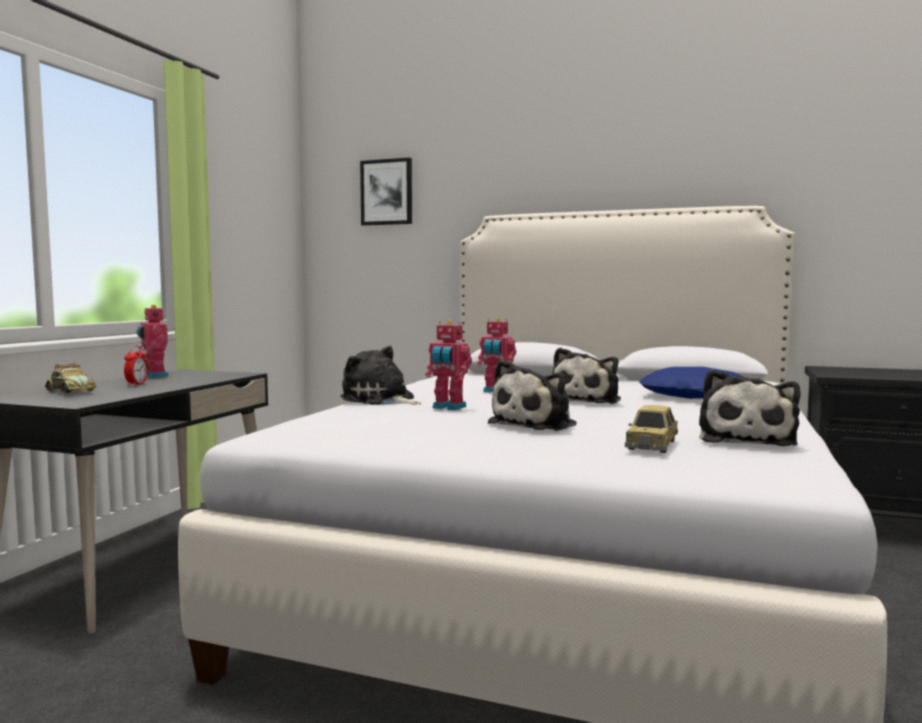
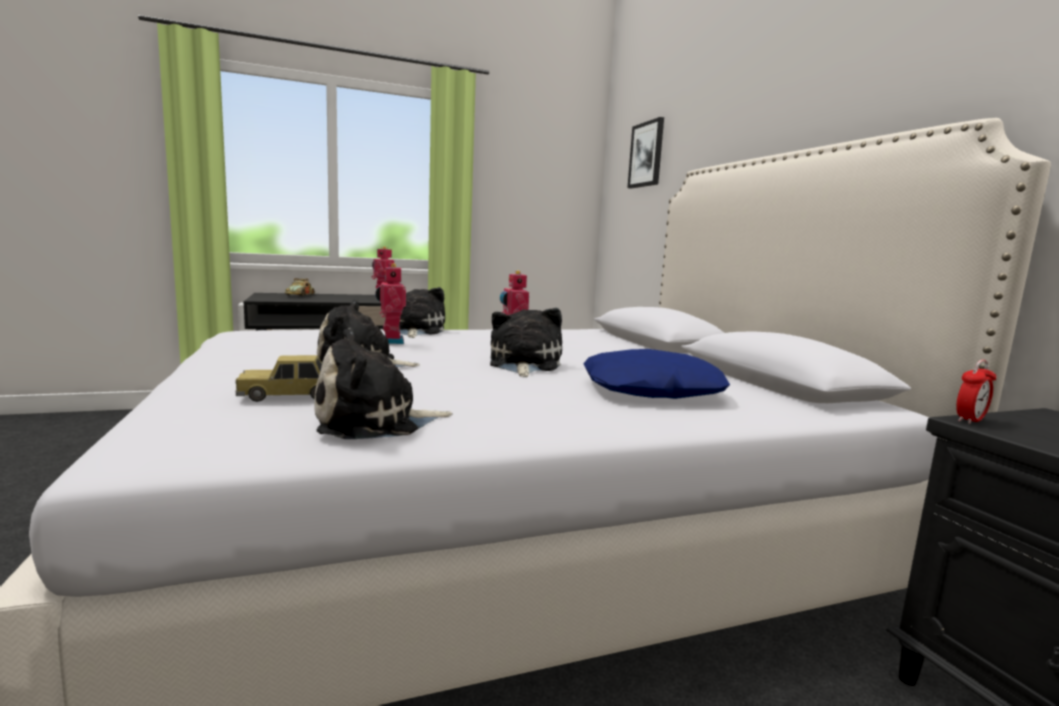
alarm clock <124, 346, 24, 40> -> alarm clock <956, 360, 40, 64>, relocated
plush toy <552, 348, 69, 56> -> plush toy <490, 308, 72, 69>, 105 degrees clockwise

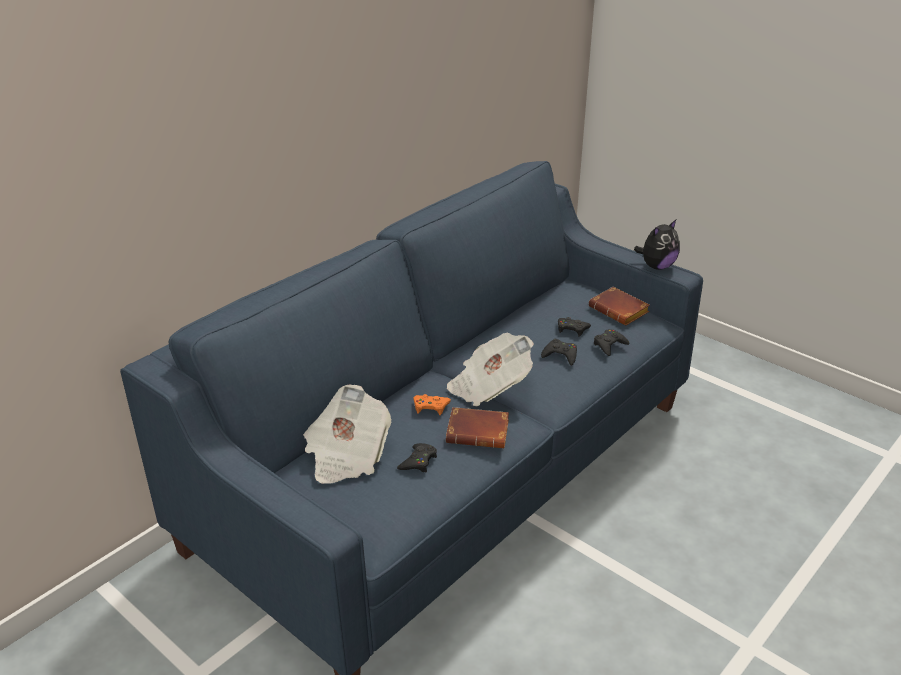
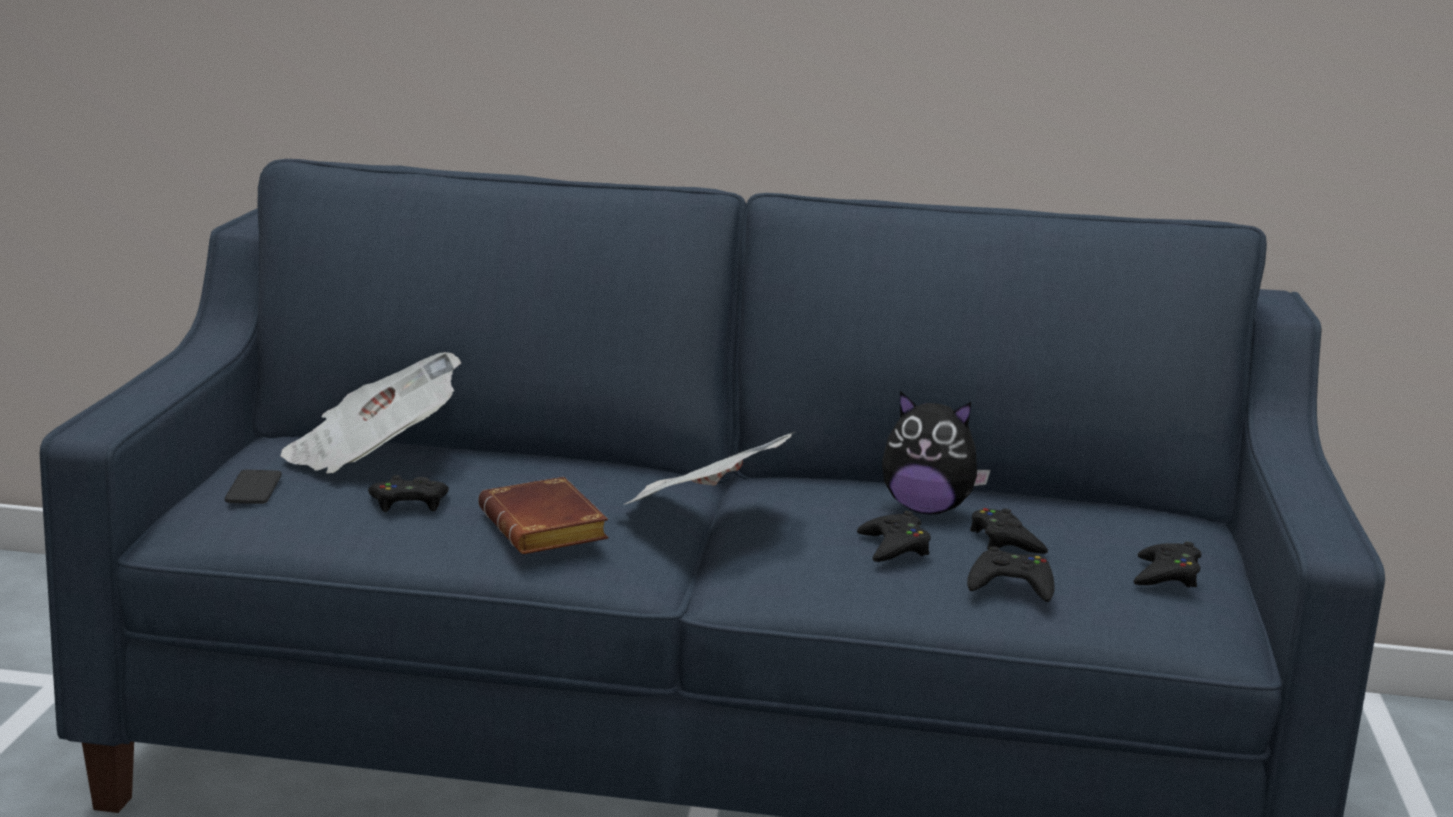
orange game controller <414, 394, 37, 21> -> none
brown book <589, 287, 61, 39> -> black game controller <1133, 542, 68, 46>
plush toy <634, 220, 46, 50> -> plush toy <882, 391, 109, 123>, relocated
none -> phone <225, 470, 57, 34>

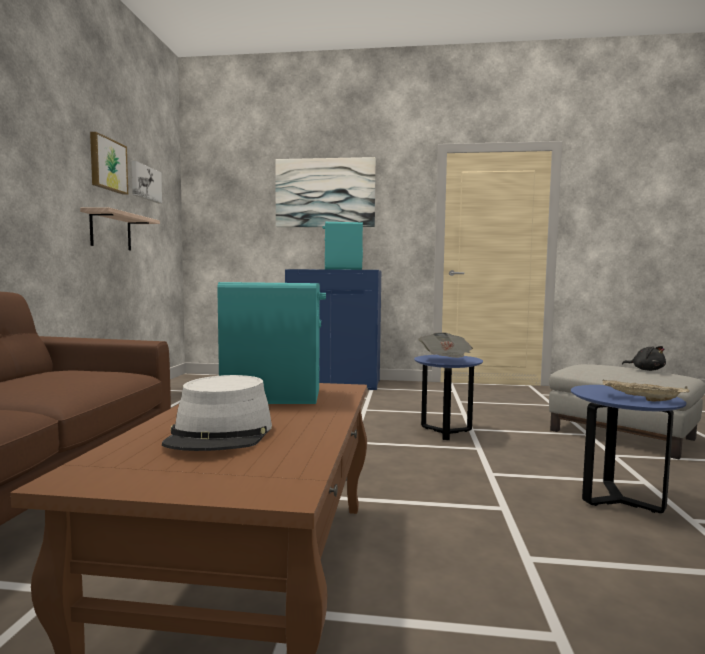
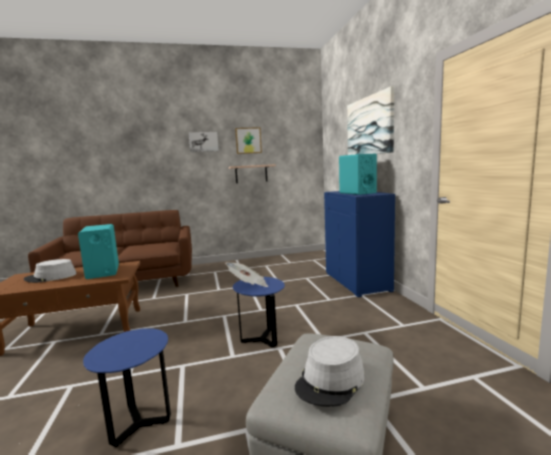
picture <131, 161, 31, 42> -> picture <189, 132, 30, 20>, relocated
beige tray <603, 379, 86, 22> -> none
black plush toy <622, 346, 44, 25> -> grey hat <295, 336, 70, 71>

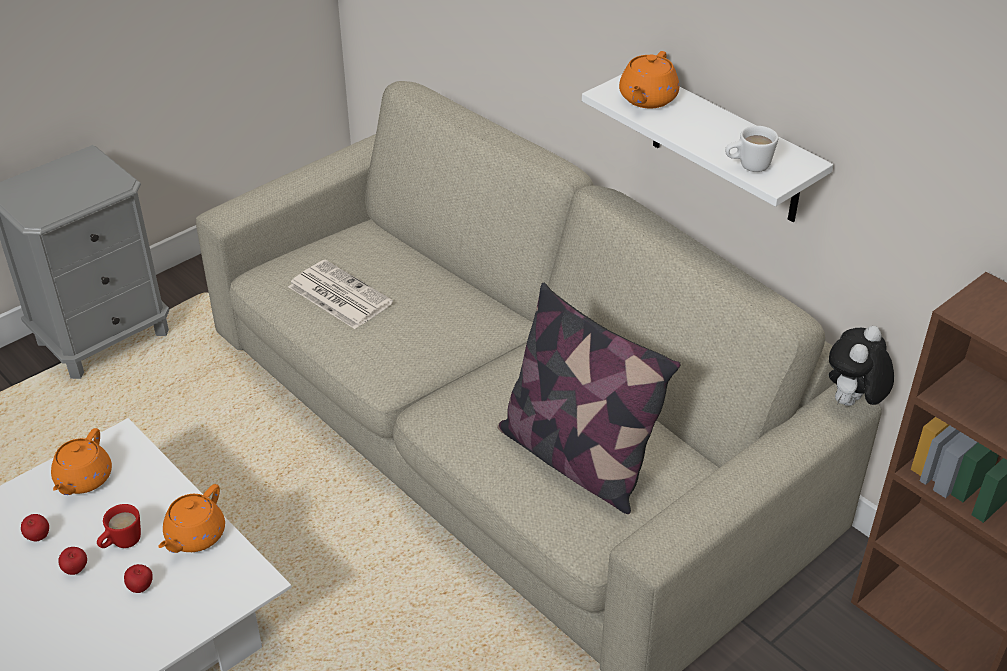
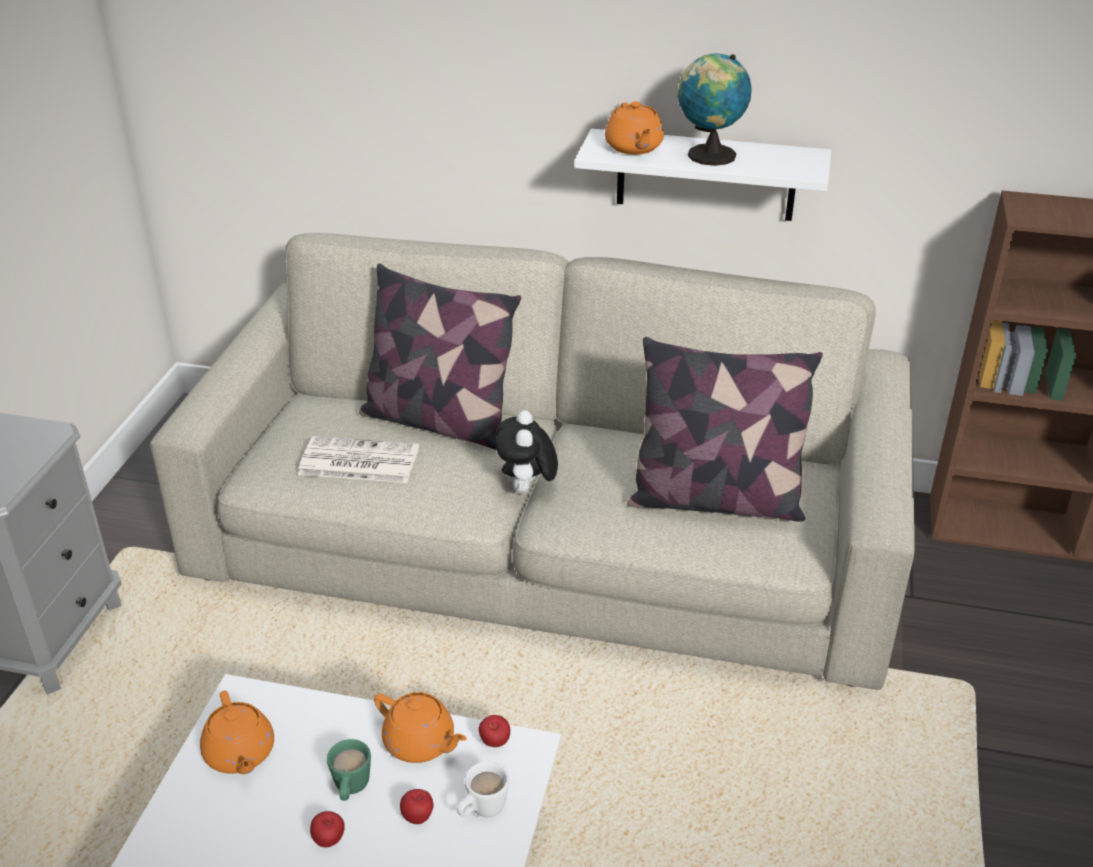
apple <21, 514, 28, 27> -> apple <478, 715, 32, 32>, relocated
red mug <97, 504, 44, 44> -> green mug <327, 739, 44, 62>
orange teapot <158, 484, 67, 69> -> orange teapot <374, 692, 93, 71>, 45 degrees counterclockwise
white mug <725, 126, 53, 46> -> white mug <457, 761, 52, 56>, relocated
plush toy <829, 326, 65, 80> -> plush toy <496, 410, 62, 84>, relocated
none -> pillow <359, 263, 162, 187>
none -> globe <678, 53, 74, 113>

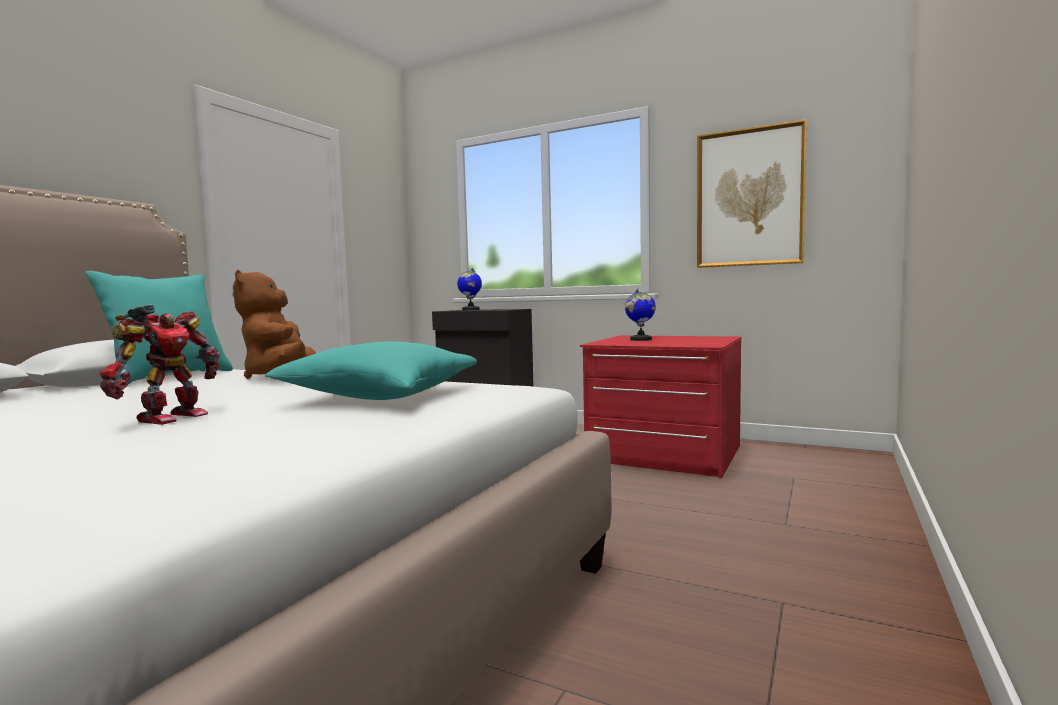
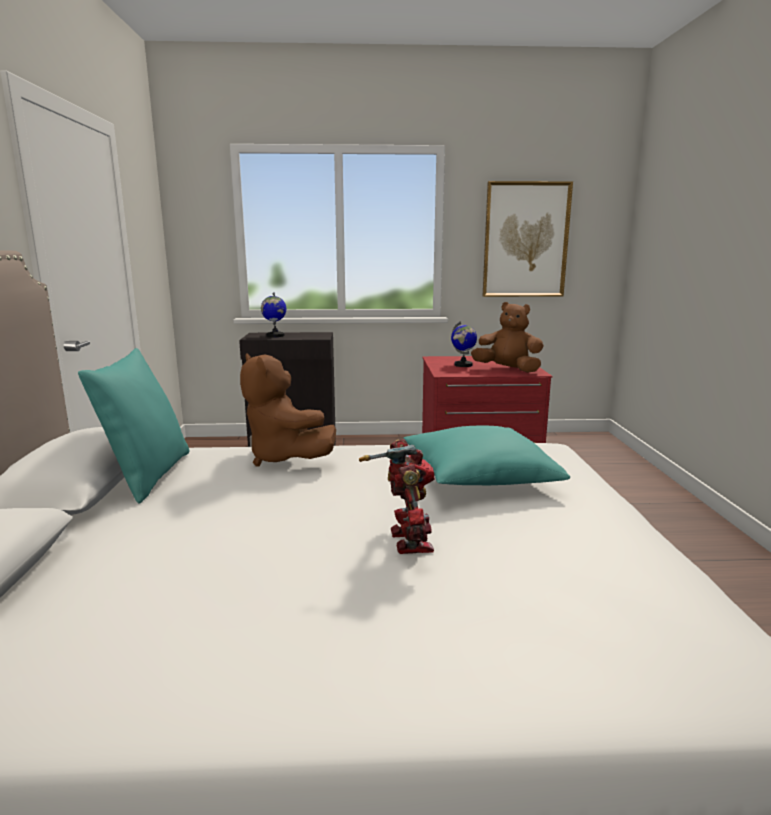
none -> brown plush toy <471, 302, 73, 71>

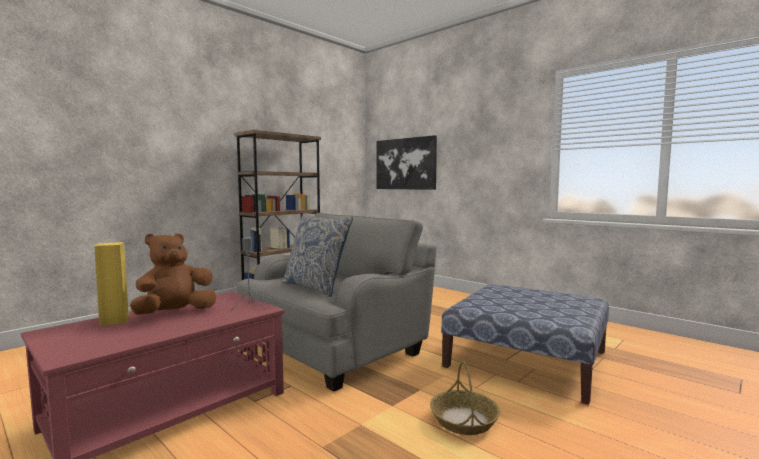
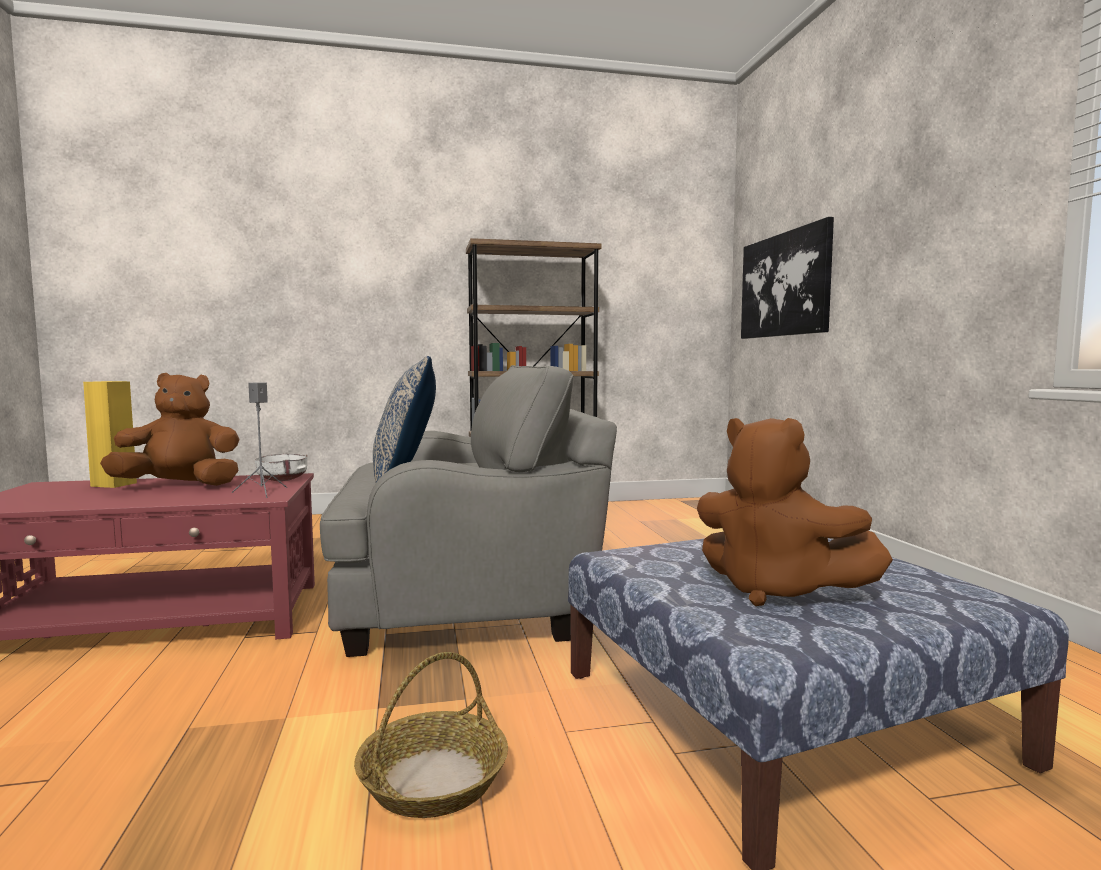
none -> white bowl <255, 454, 52, 27>
none -> brown plush toy <697, 418, 196, 188>

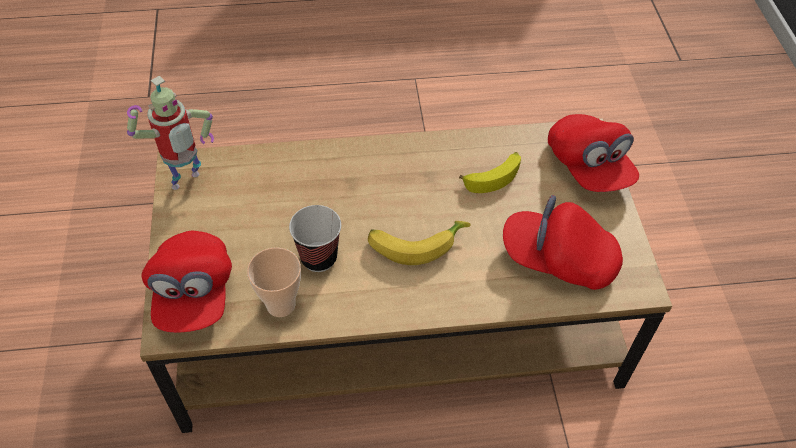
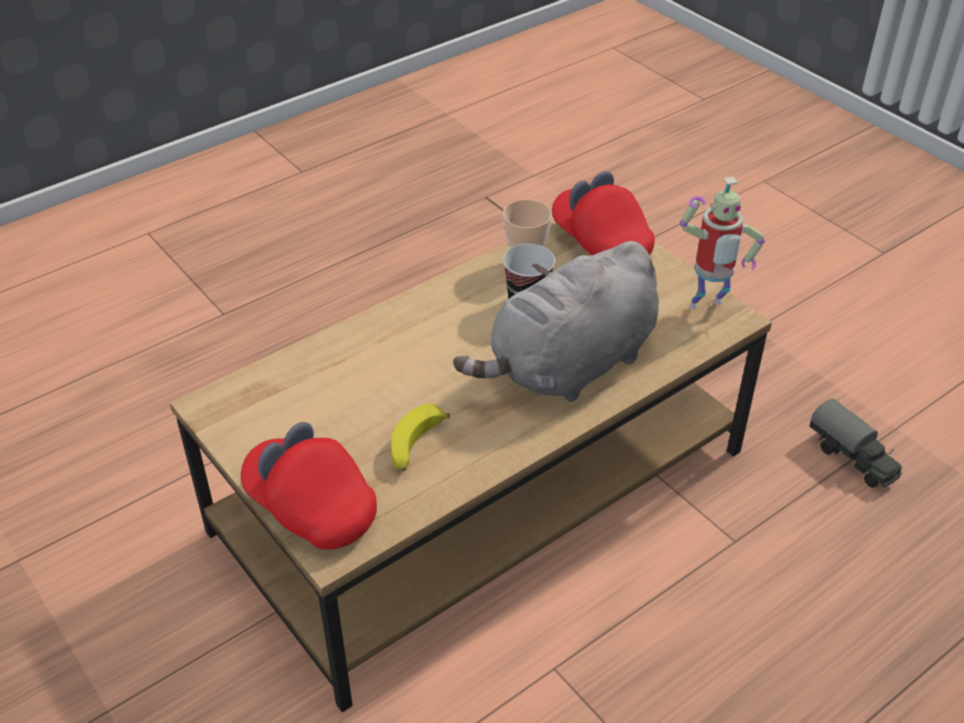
toy robot <127, 76, 87, 114> -> toy robot <680, 177, 85, 132>, 120 degrees counterclockwise
banana <368, 221, 103, 44> -> none
red cap <503, 195, 120, 95> -> none
none -> grey plush toy <453, 241, 206, 161>
none -> toy truck <809, 399, 93, 89>

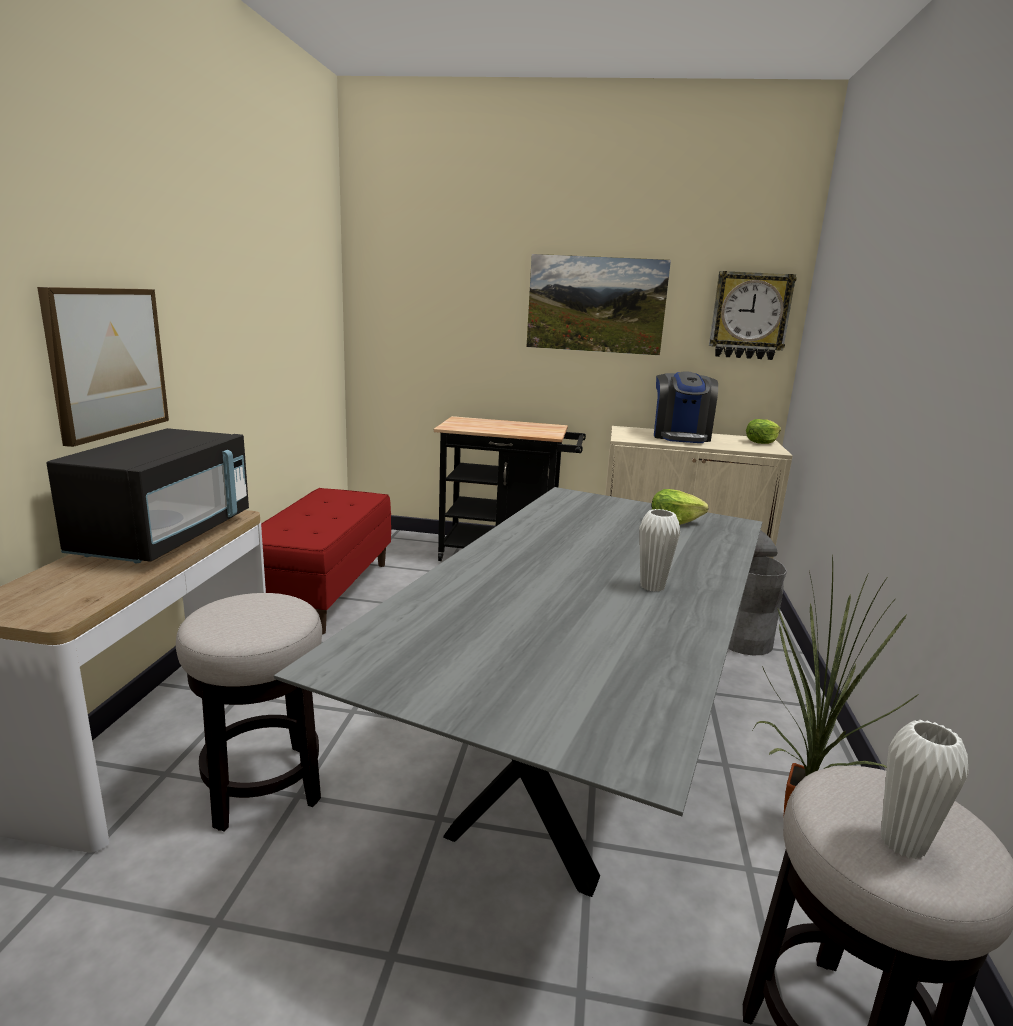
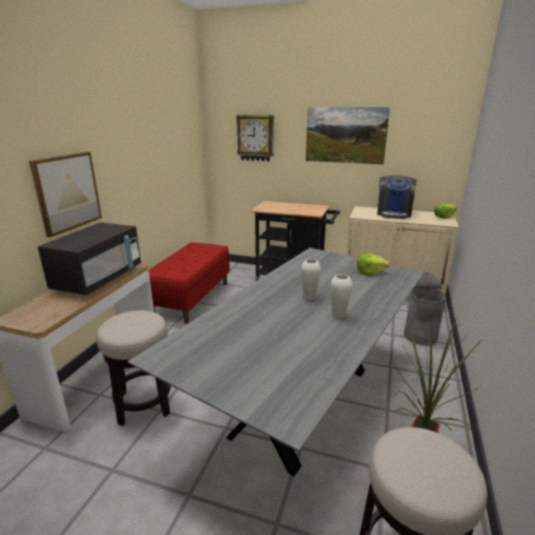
wall clock <709, 271, 88, 89> -> wall clock <236, 115, 38, 46>, relocated
white vase <881, 720, 88, 139> -> white vase <301, 259, 20, 41>, relocated

